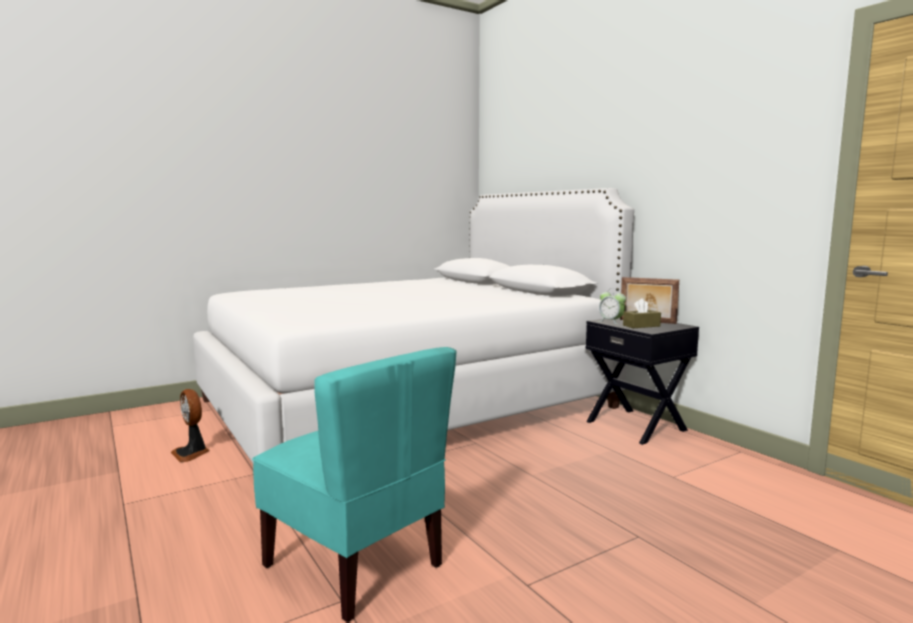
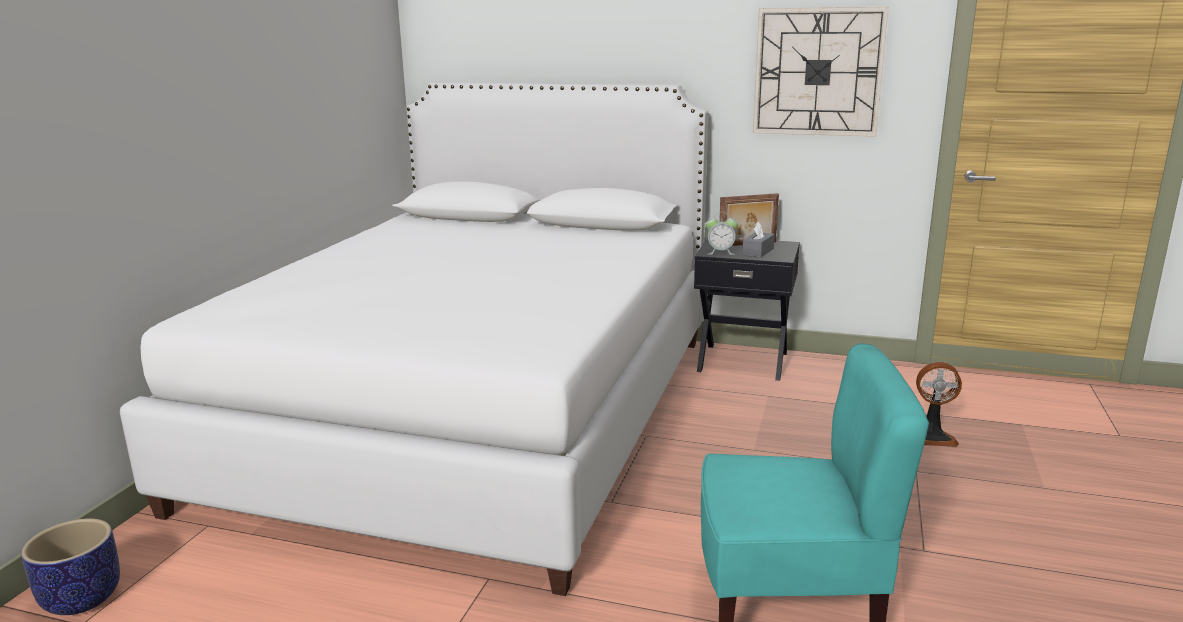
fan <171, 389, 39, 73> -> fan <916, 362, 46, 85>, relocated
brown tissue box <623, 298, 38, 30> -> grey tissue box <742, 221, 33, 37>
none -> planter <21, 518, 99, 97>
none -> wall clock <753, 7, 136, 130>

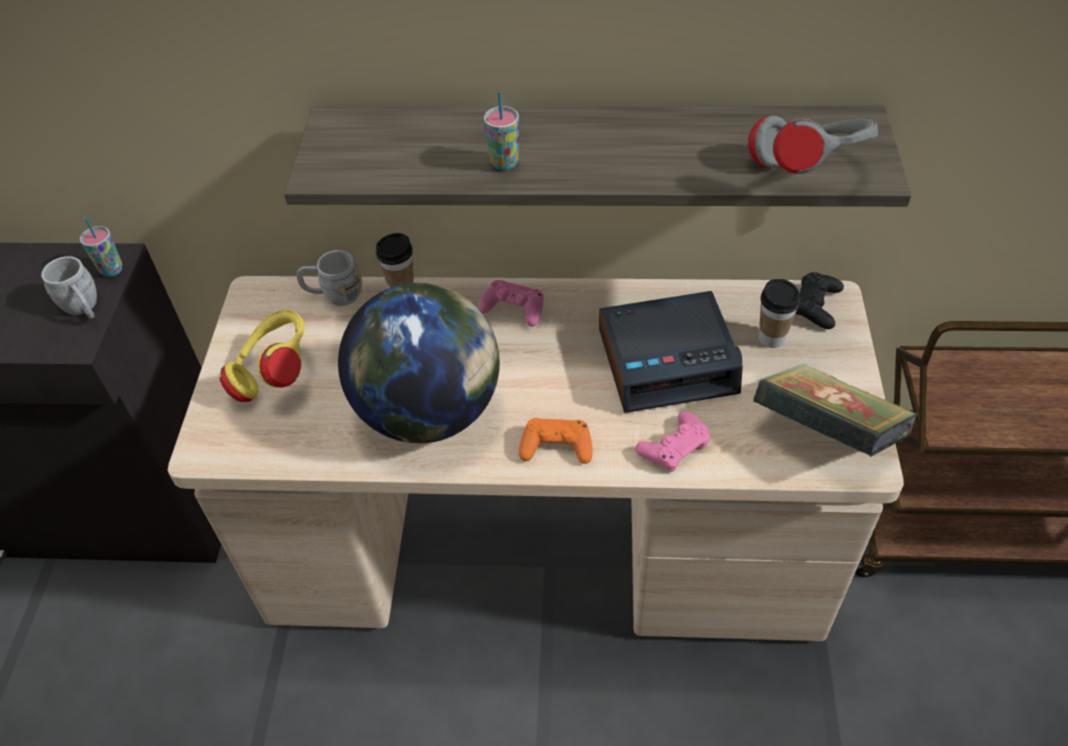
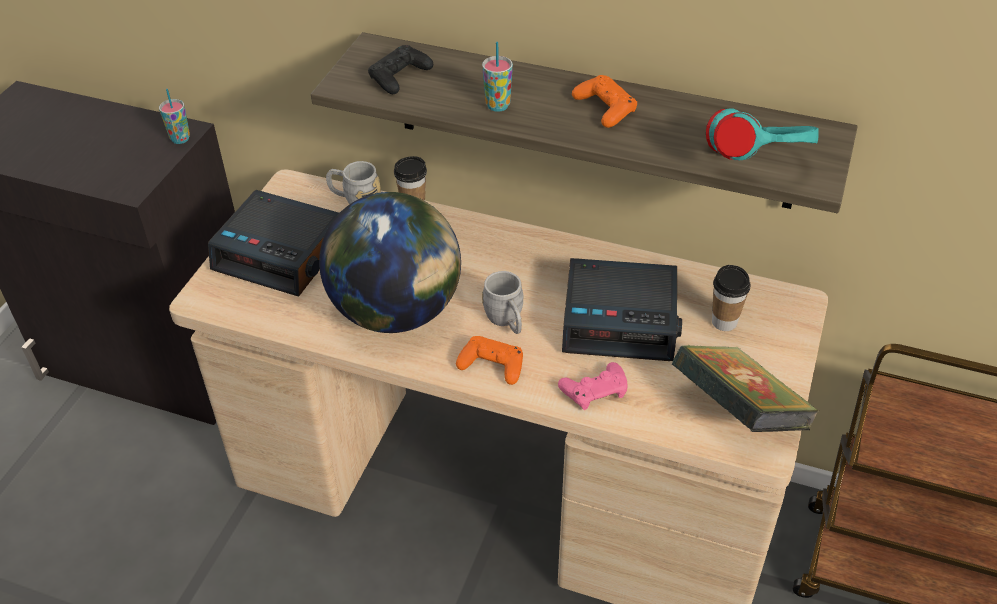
grey mug <41, 256, 56, 63> -> grey mug <482, 271, 41, 63>, relocated
yellow headphones <219, 310, 86, 92> -> alarm clock <208, 190, 131, 106>
pink game controller <478, 280, 66, 46> -> none
grey headphones <748, 115, 130, 59> -> turquoise headphones <706, 108, 113, 53>
black game controller <795, 272, 49, 57> -> black game controller <368, 45, 65, 49>, relocated
none -> orange game controller <572, 75, 65, 53>

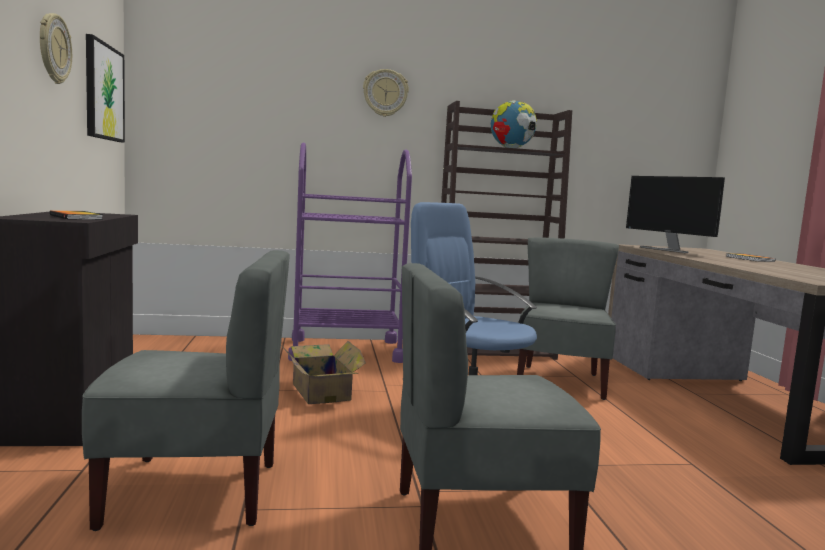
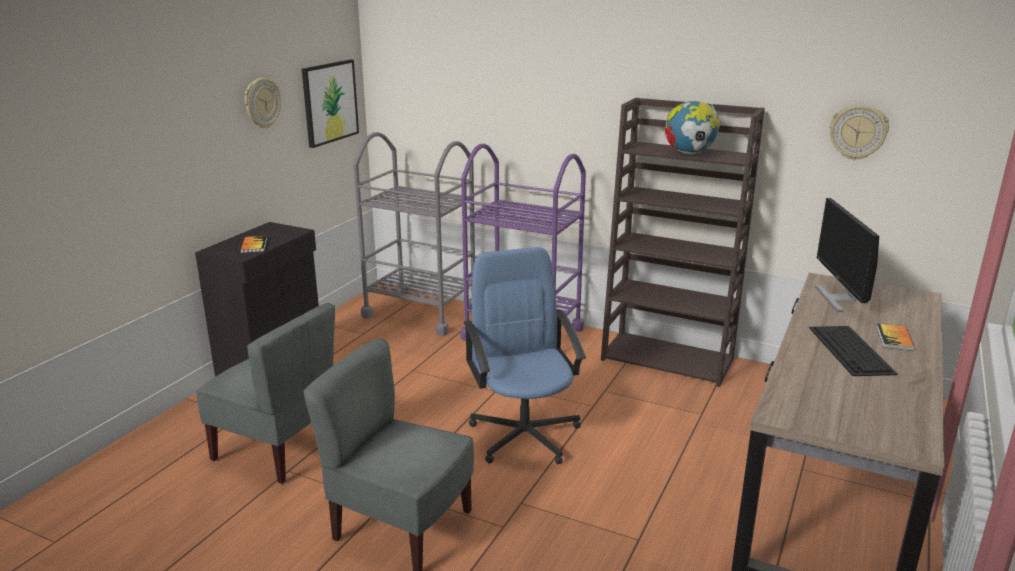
cardboard box <281, 341, 85, 63> -> none
wall clock <363, 69, 46, 48> -> wall clock <830, 105, 59, 55>, relocated
grey chair <517, 238, 102, 162> -> none
none -> grey cart <354, 132, 121, 204>
none -> keyboard <809, 326, 89, 50>

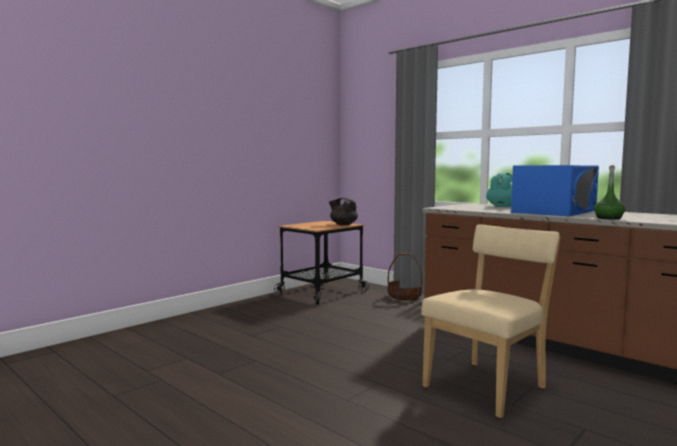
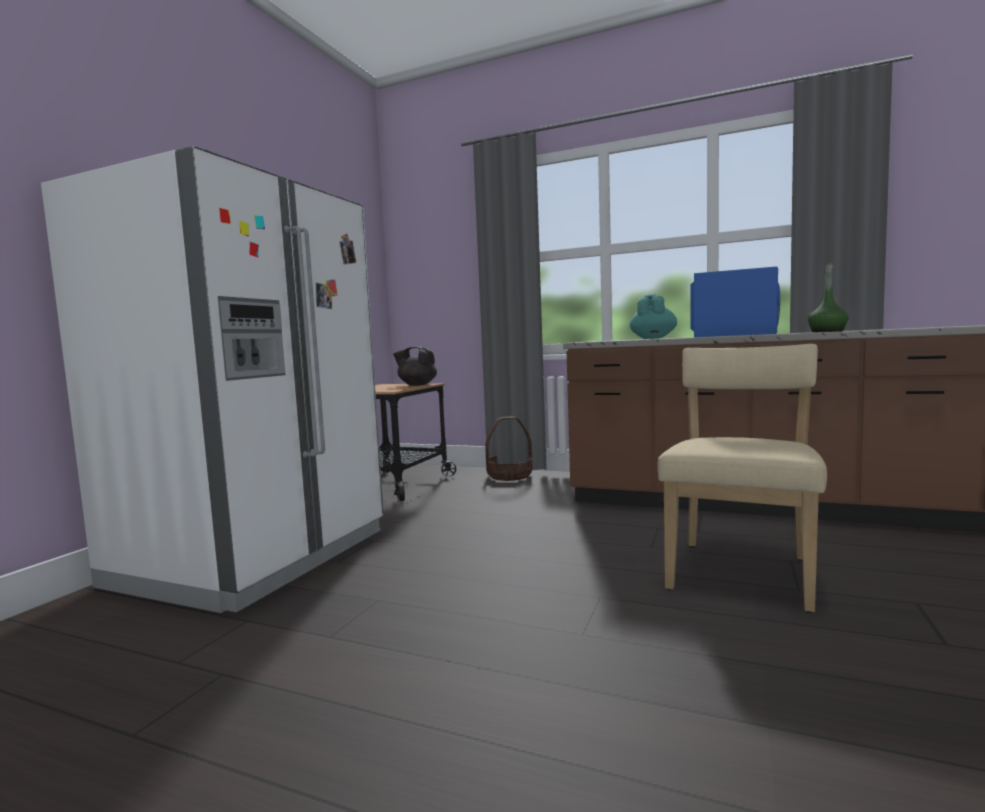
none -> white fridge <41, 146, 343, 467>

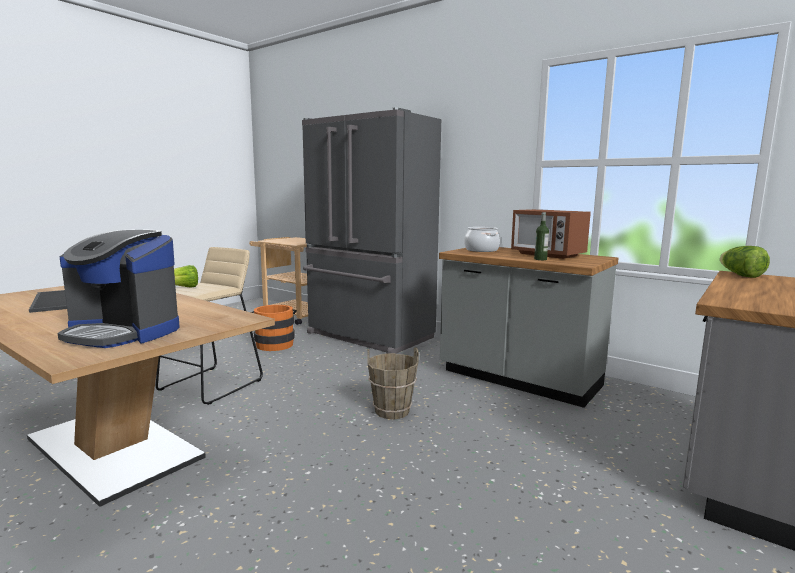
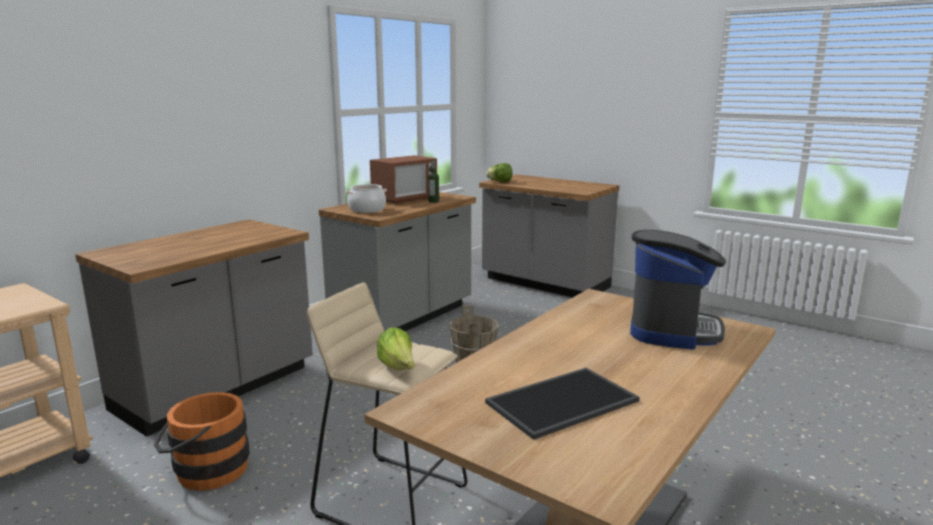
grey fridge <302, 108, 139, 246> -> grey counter <75, 219, 238, 218>

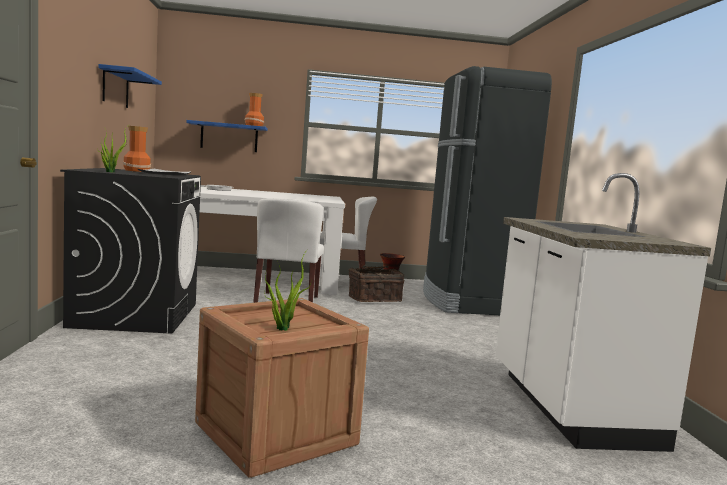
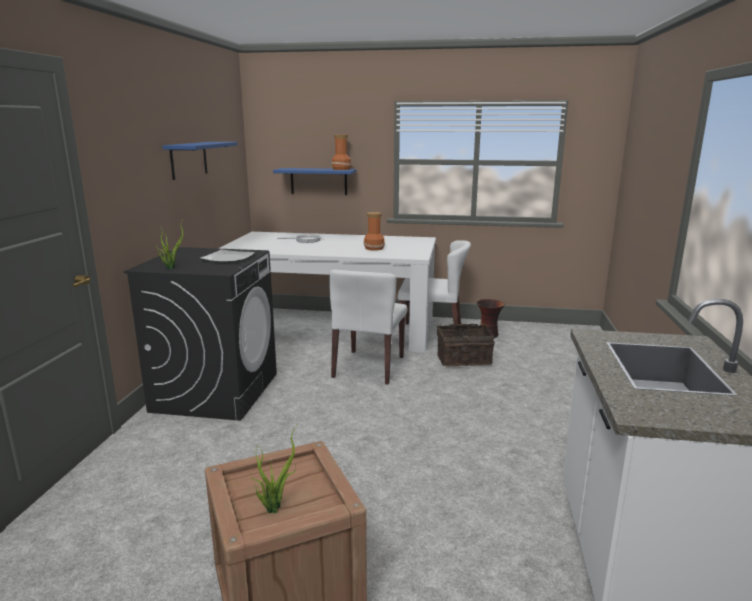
vase <123, 126, 28, 46> -> vase <363, 212, 22, 38>, relocated
black fridge <423, 66, 129, 249> -> none

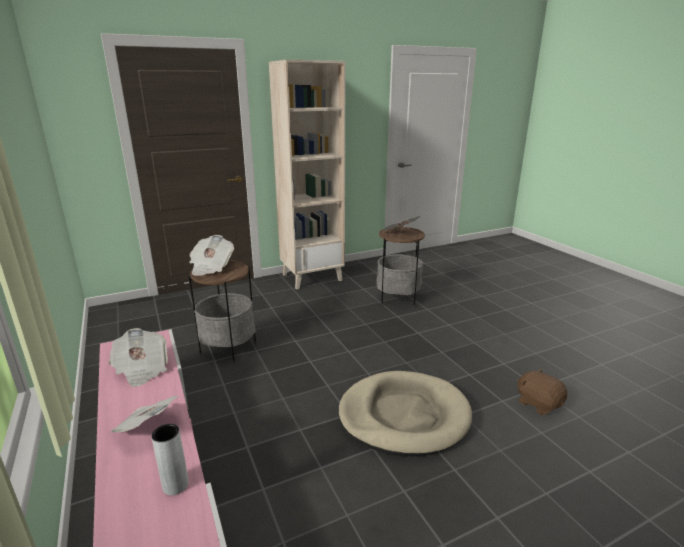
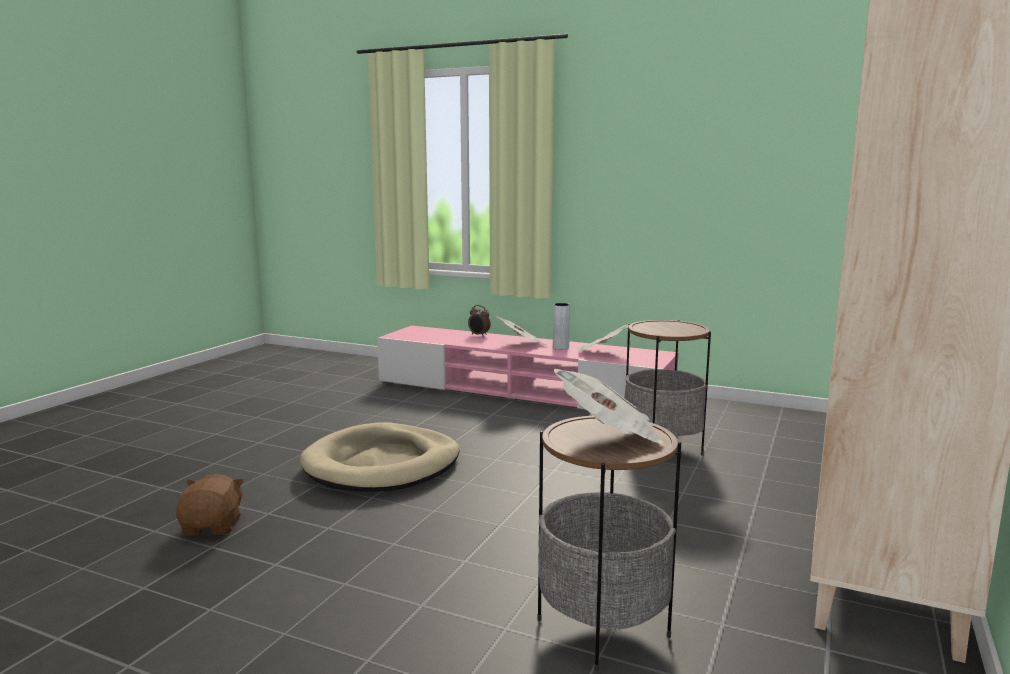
grey vase <151, 424, 38, 71> -> grey vase <553, 303, 17, 47>, relocated
newspaper <189, 235, 45, 41> -> none
brown plush toy <517, 369, 50, 46> -> brown plush toy <176, 474, 68, 62>, 105 degrees counterclockwise
none -> alarm clock <468, 305, 23, 32>

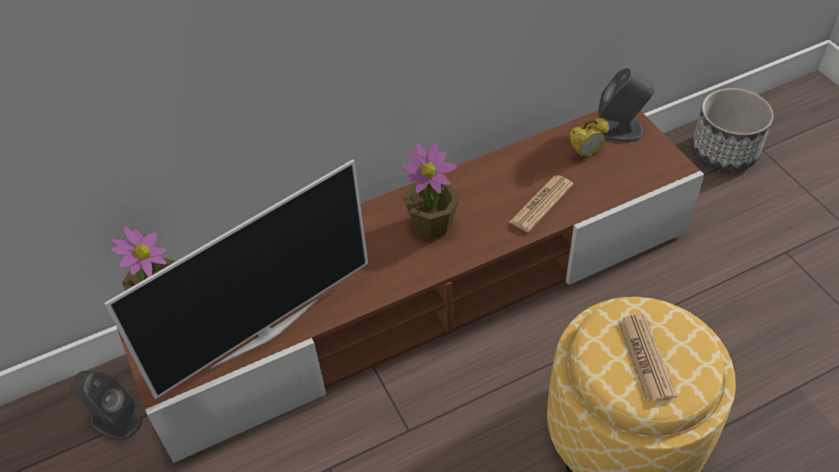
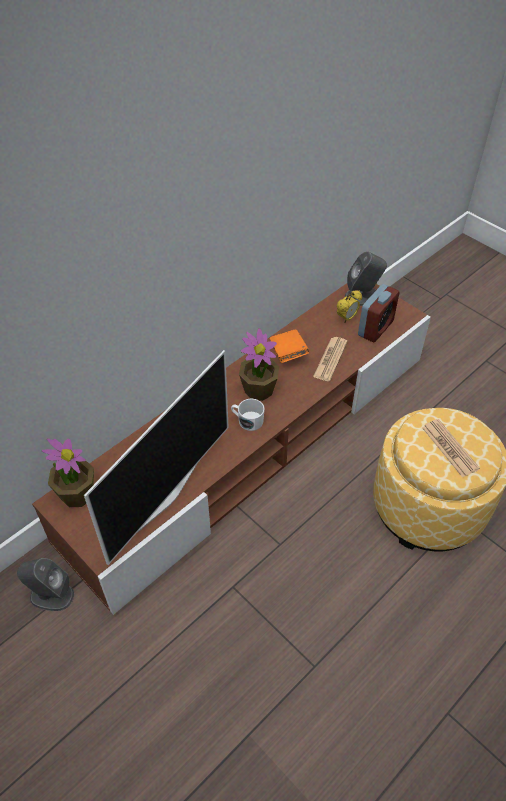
planter <692, 88, 81, 83> -> none
none -> white mug <231, 399, 34, 32>
none -> orange book <270, 330, 39, 33>
none -> alarm clock <358, 284, 42, 58>

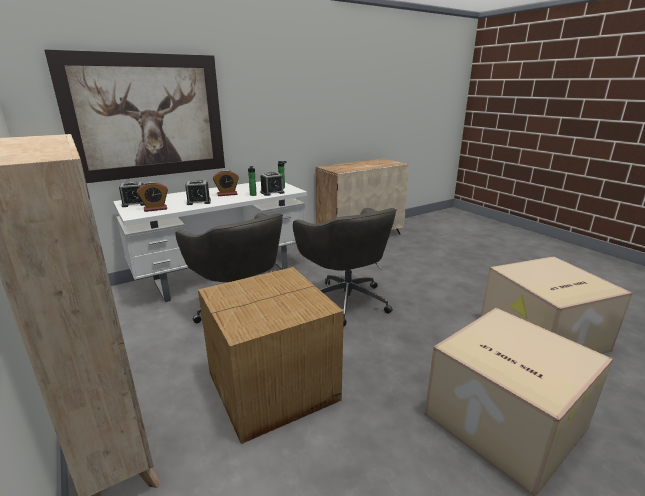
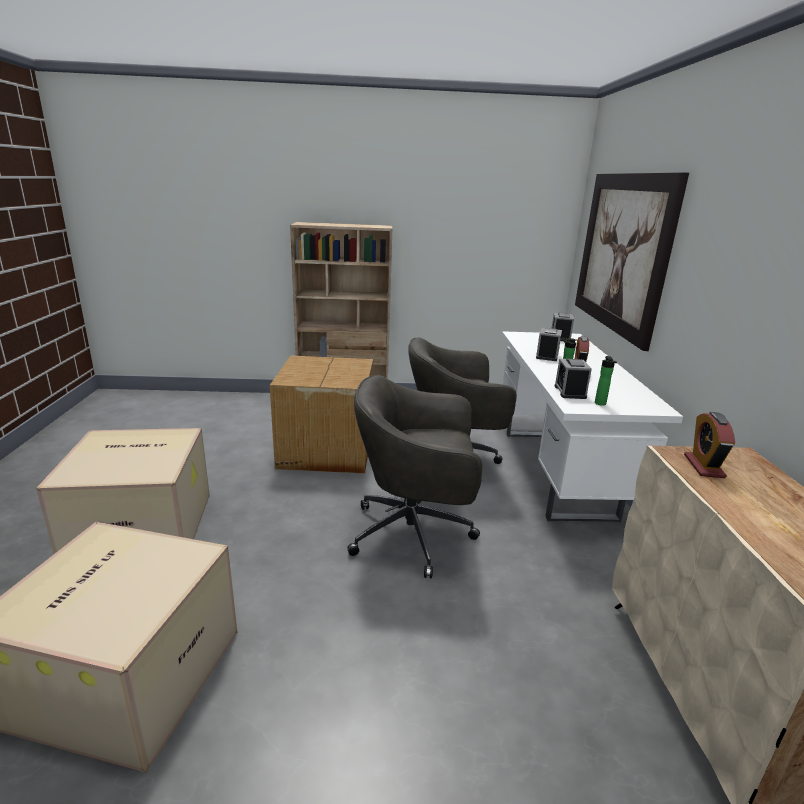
alarm clock <137, 181, 31, 31> -> alarm clock <684, 412, 51, 66>, relocated

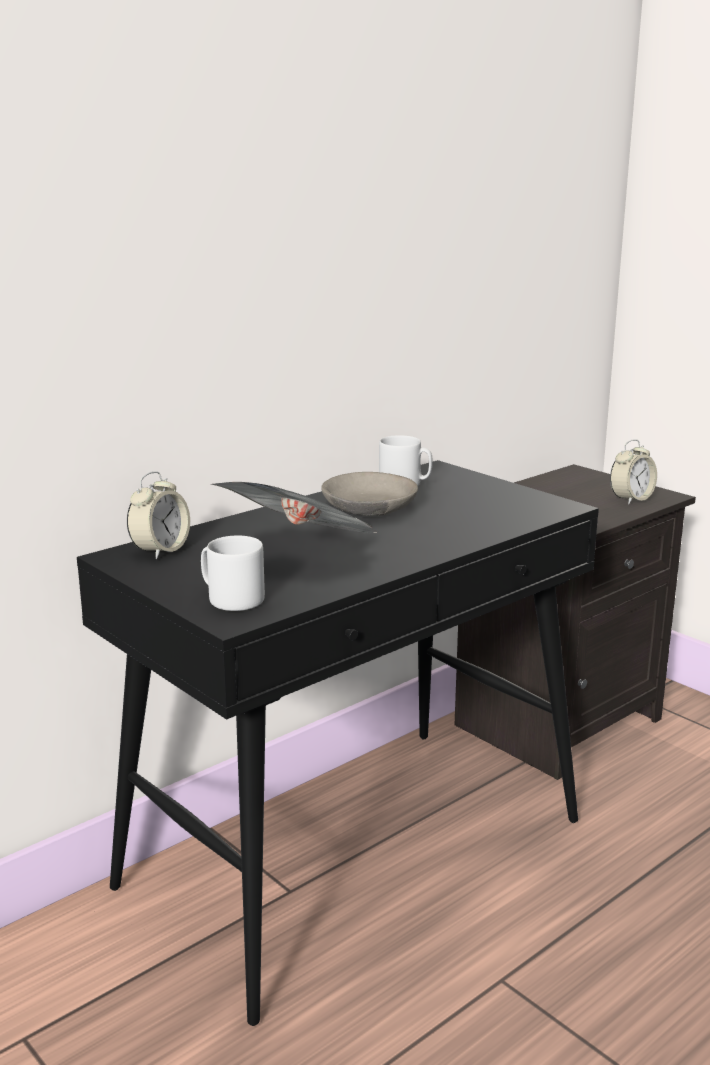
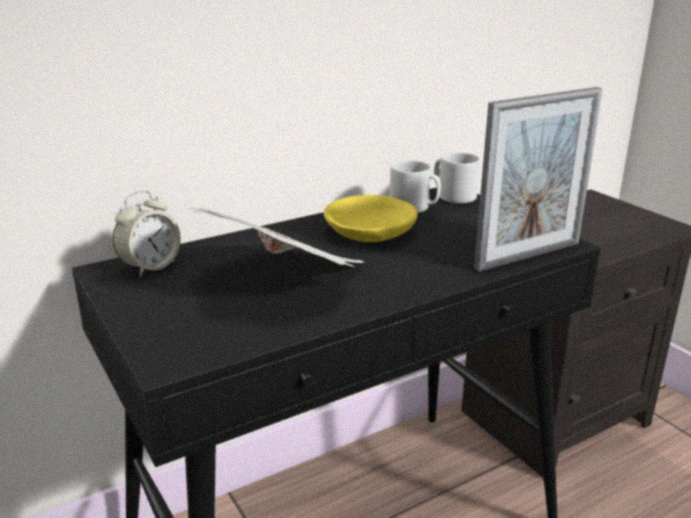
grey mug <201, 535, 64, 76> -> grey mug <434, 152, 46, 51>, relocated
grey bowl <321, 472, 97, 44> -> yellow bowl <324, 195, 94, 47>
alarm clock <610, 439, 47, 66> -> none
none -> picture frame <474, 87, 129, 185>

